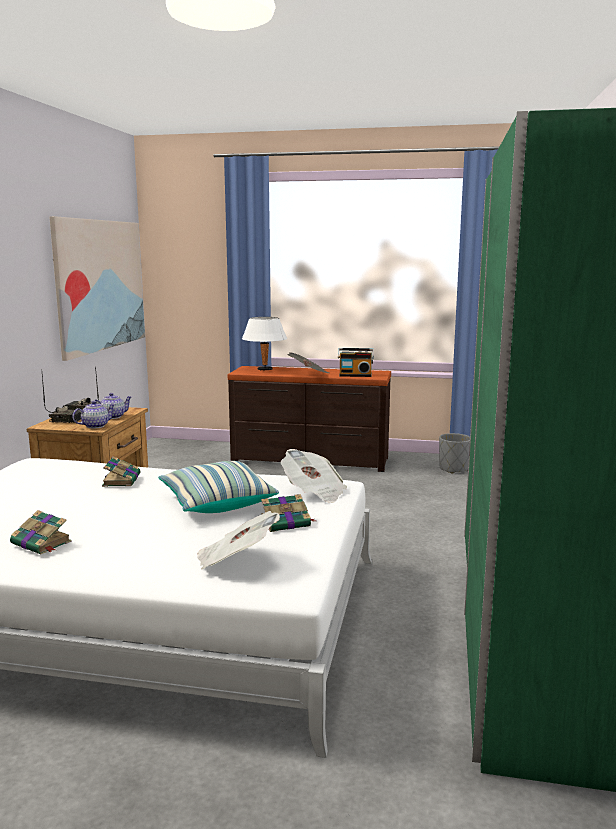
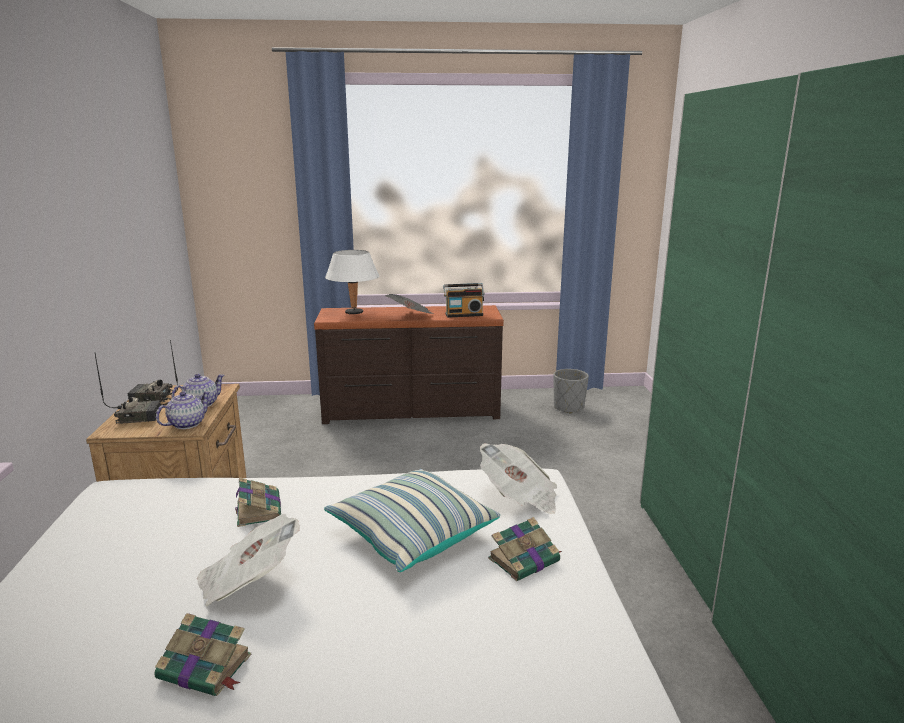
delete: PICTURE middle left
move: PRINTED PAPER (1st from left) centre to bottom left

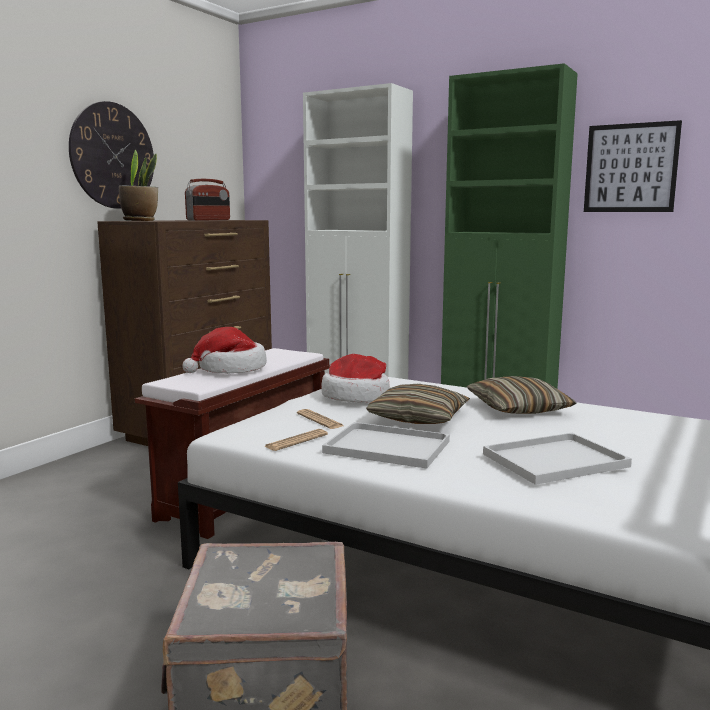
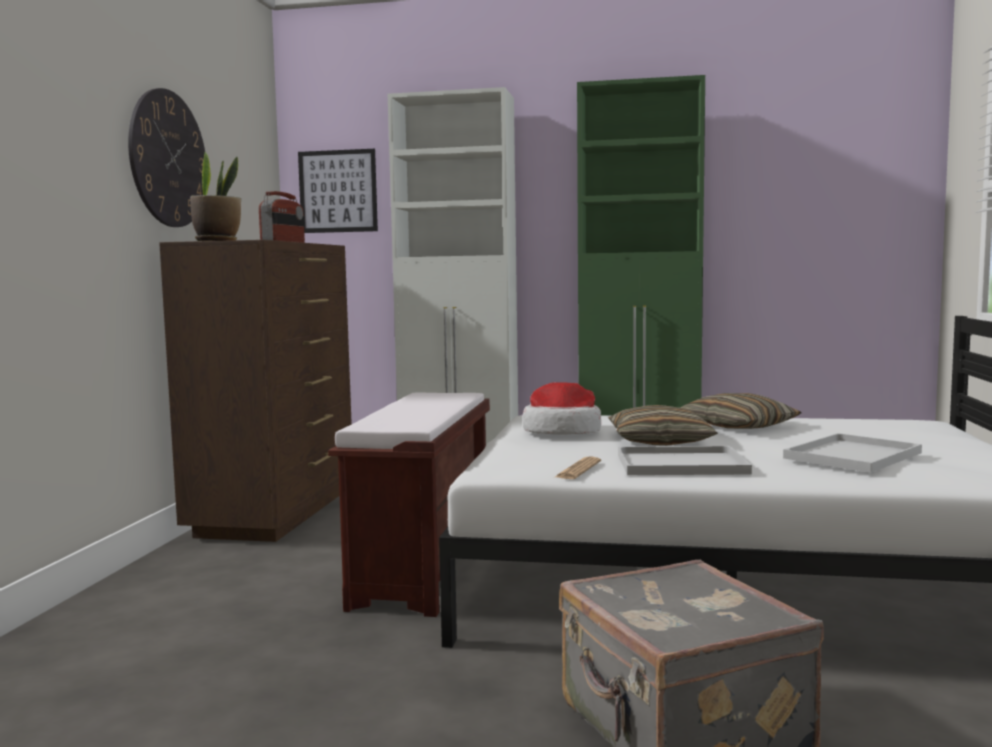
delete: HAT (1st from left) middle left; PRINTED PAPER (2nd from left) centre
move: PICTURE top right to top centre

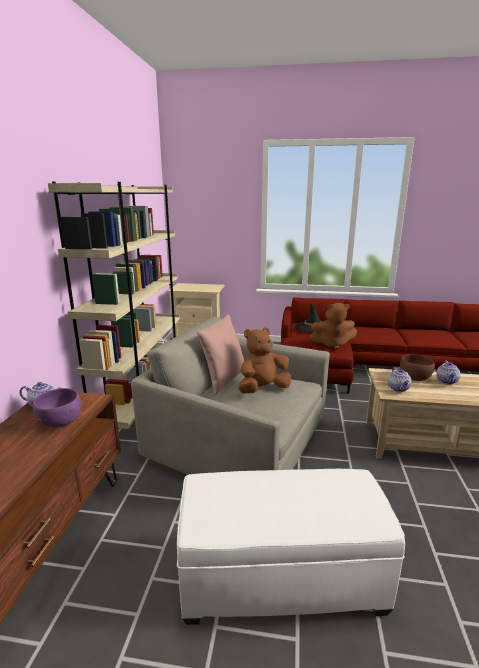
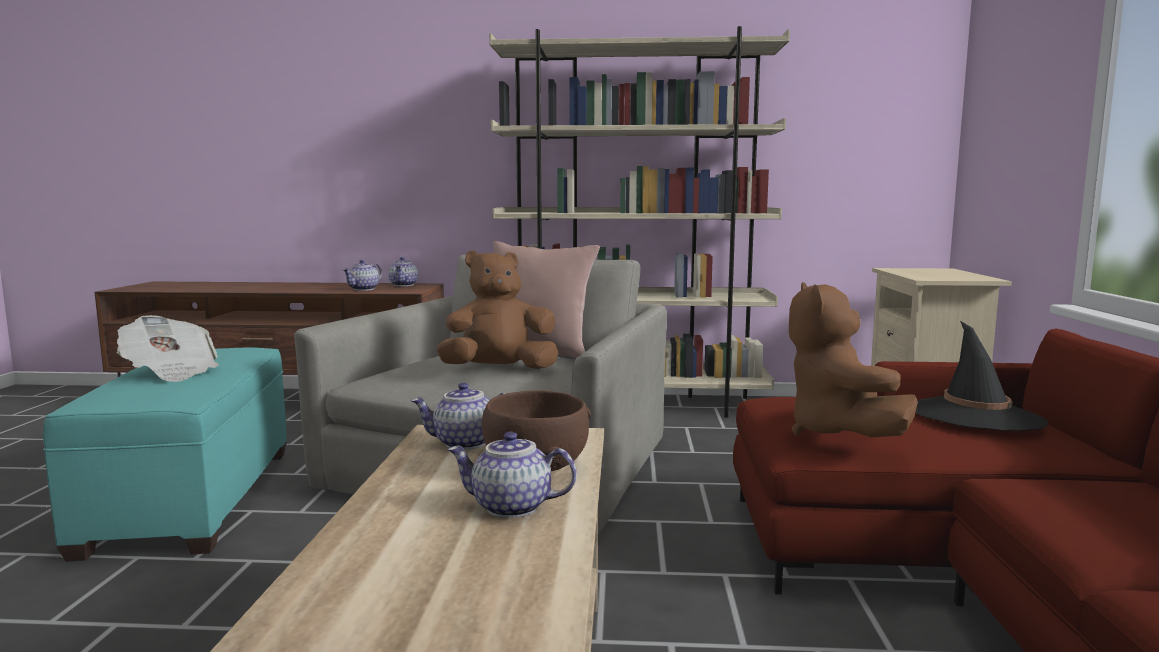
insert: PRINTED PAPER middle left
replace: PURPLISH BOWL middle left to TEA POT (1st from left) middle left
recolor: WHITE POUFFE bottom centre to BLUE-GREEN POUFFE bottom left
rotate: BROWN PLUSH TOY (1st from left) centre = centre 75 degrees counterclockwise

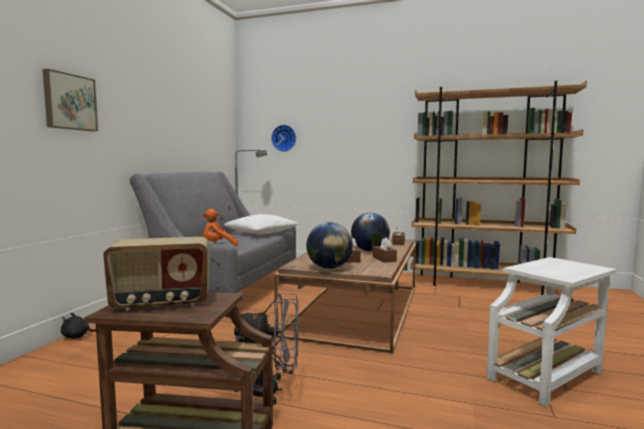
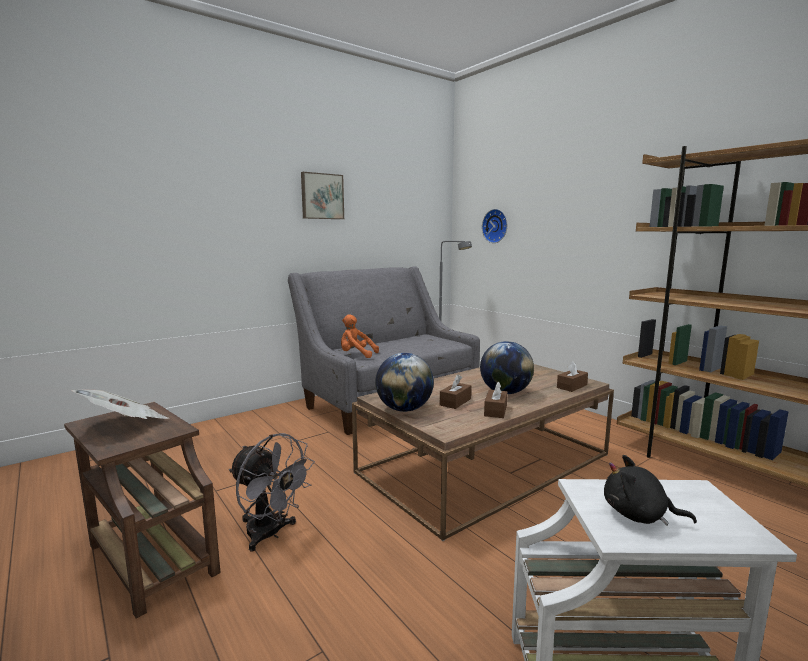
delete: WHITE CUSHION centre
move: PICTURE top left to top centre; BLACKISH PLUSH TOY bottom left to bottom right
replace: RADIO middle left to PRINTED PAPER middle left

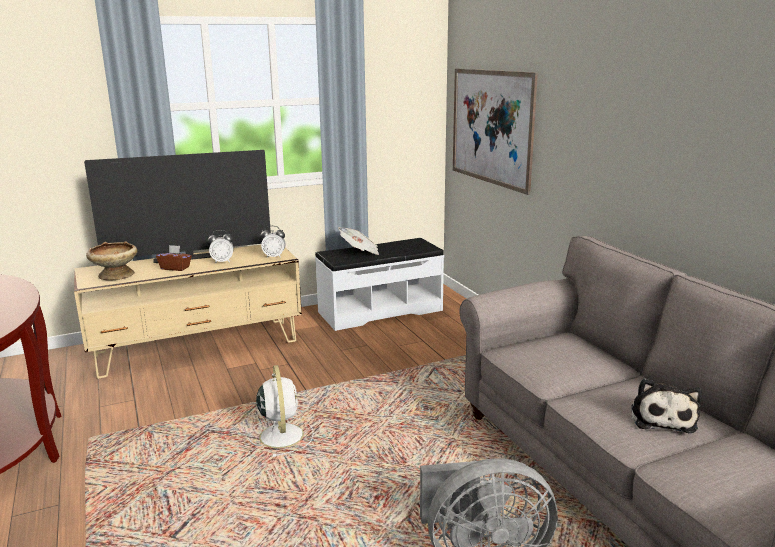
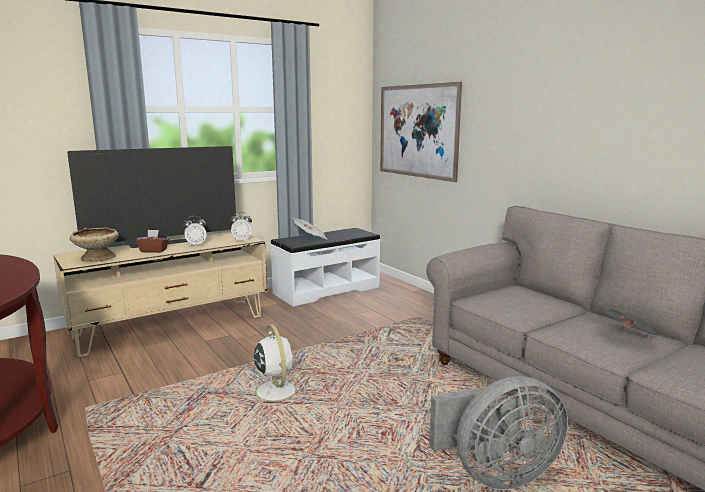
replace: PLUSH TOY bottom right to PRINTED PAPER (2nd from left) middle right

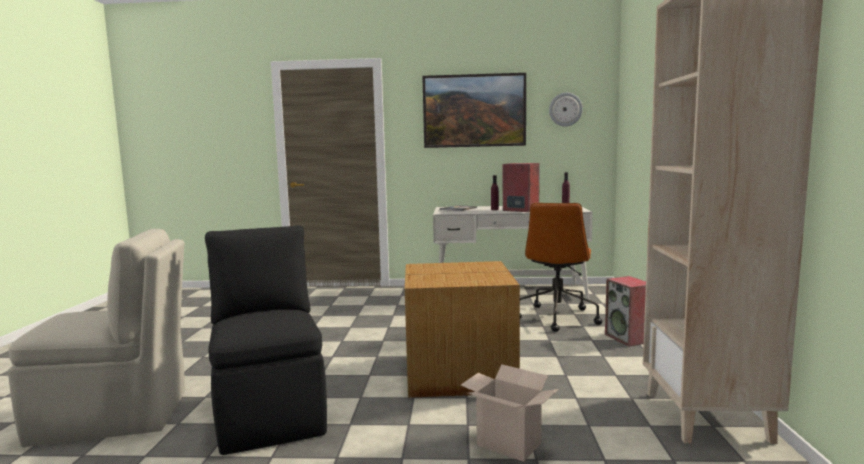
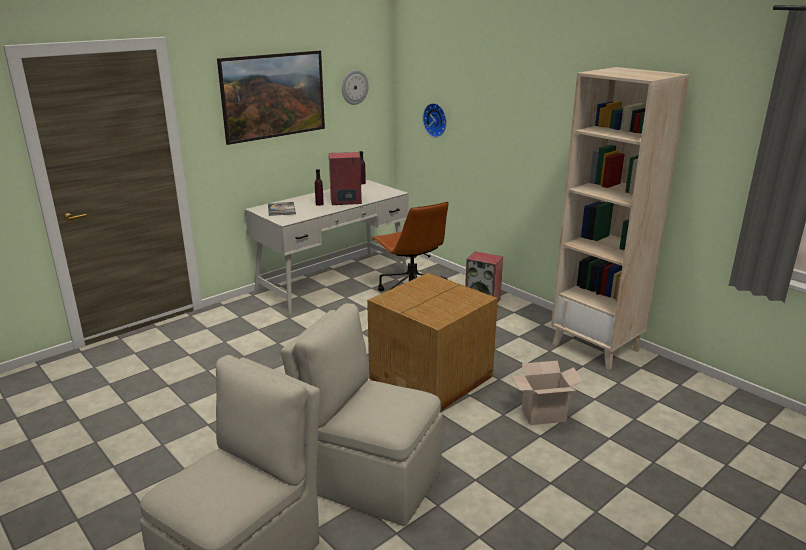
insert: HANGING CLOCK (2nd from left) top centre
recolor: BLACKISH PLAIN CHAIR bottom left to BEIGE-COLOURED PLAIN CHAIR (2nd from left) bottom centre

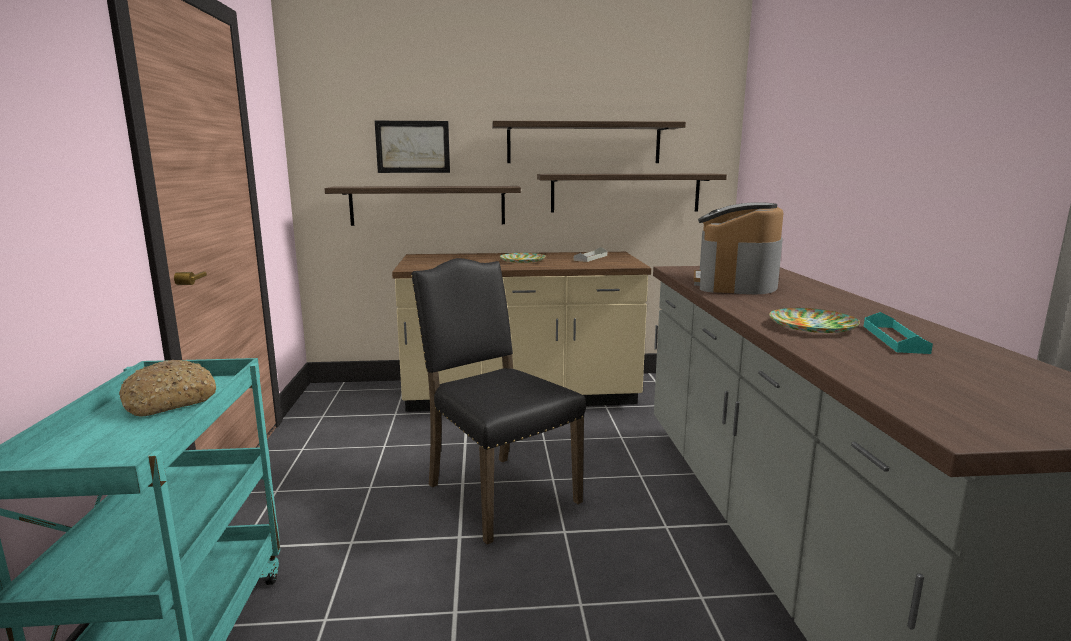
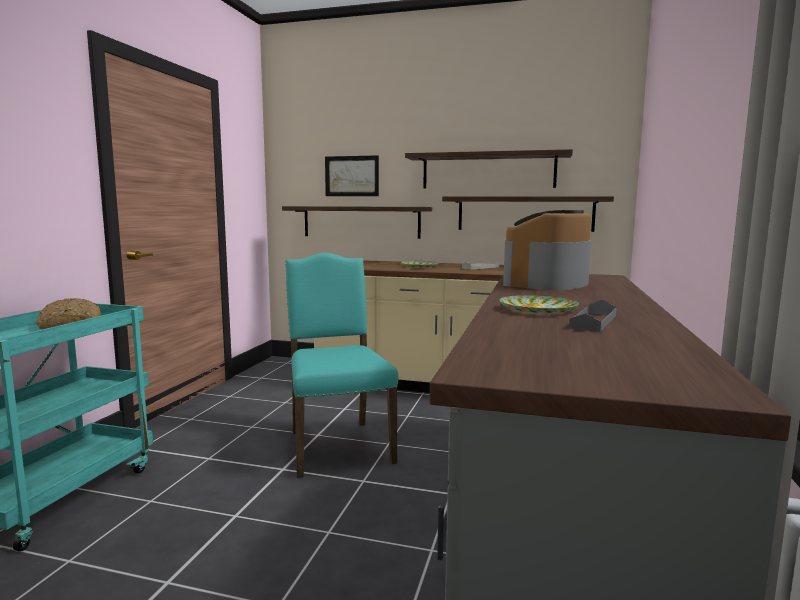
recolor: BLACKISH PLAIN CHAIR centre to BLUE-GREEN PLAIN CHAIR centre; BLUE-GREEN CARRYING TRAY middle right to GREY CARRYING TRAY (2nd from left) middle right

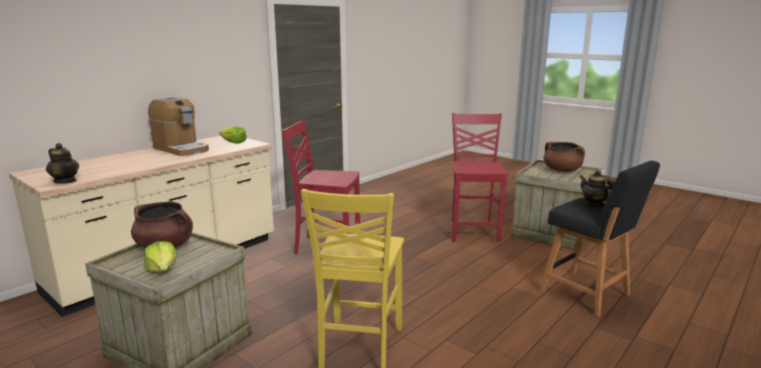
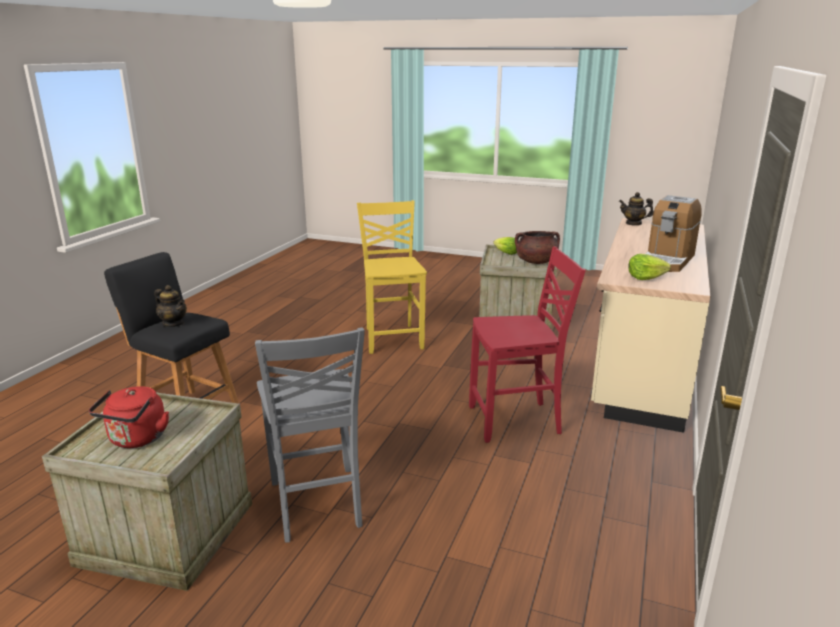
replace: BROWN STOCKPOT (2nd from left) middle right to REDDISH WATER KETTLE middle left
recolor: REDDISH PLAIN CHAIR (2nd from left) centre to GREY PLAIN CHAIR bottom centre
rotate: COFFEE BREWER middle left = middle right 75 degrees counterclockwise

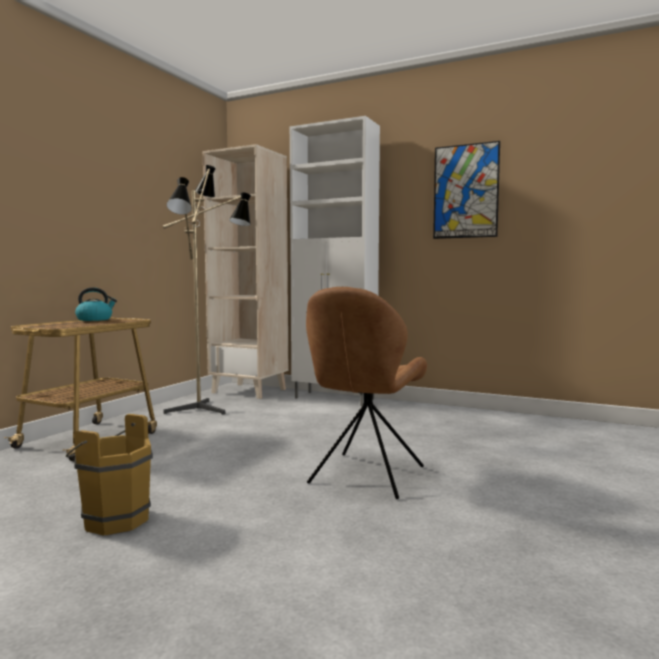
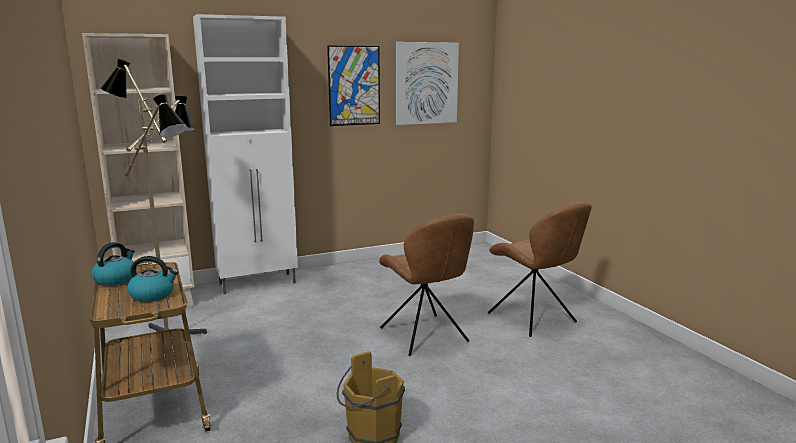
insert: WATER KETTLE (2nd from left) middle left; PICTURE (2nd from left) top centre; BROWN PLAIN CHAIR (2nd from left) middle right

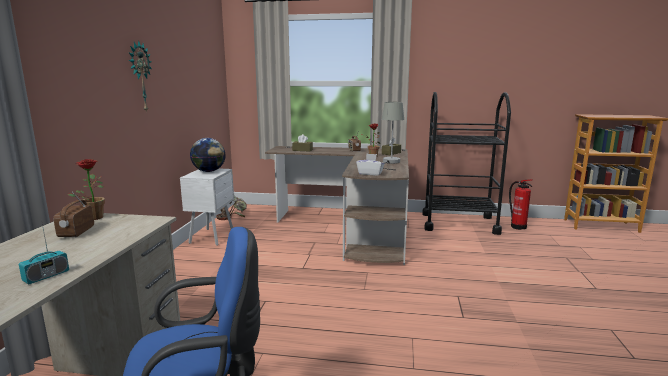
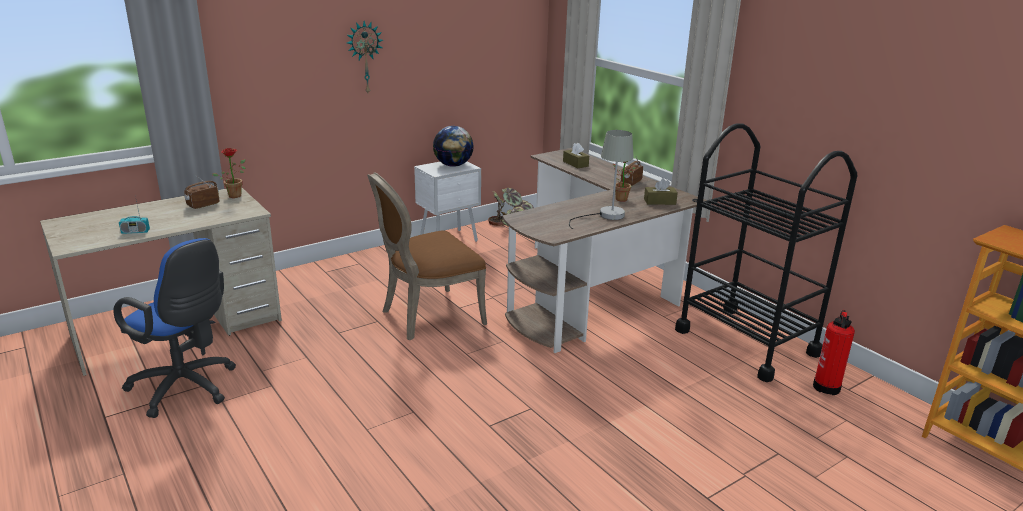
delete: WHITE TISSUE HOLDER centre
insert: BROWN PLAIN CHAIR centre

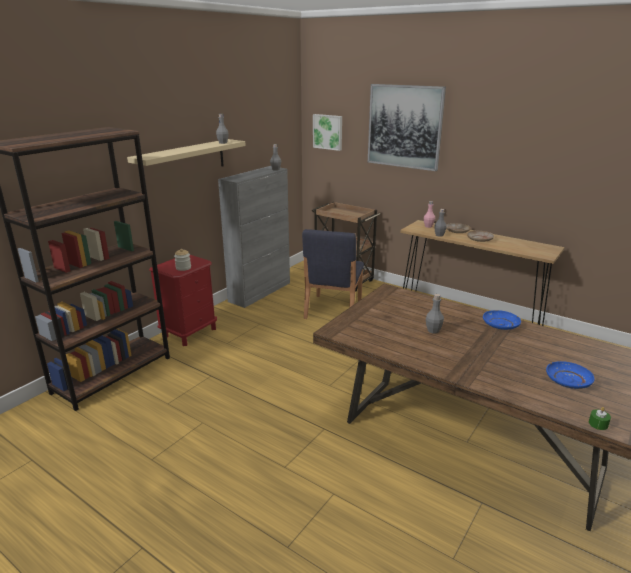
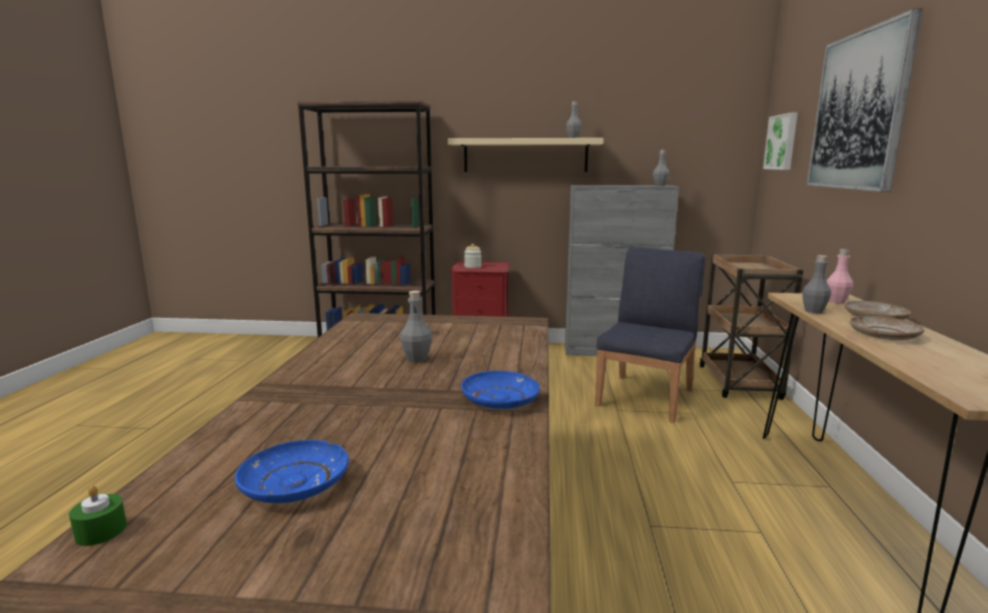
rotate: BLUISH PLAIN CHAIR centre = centre 135 degrees clockwise

